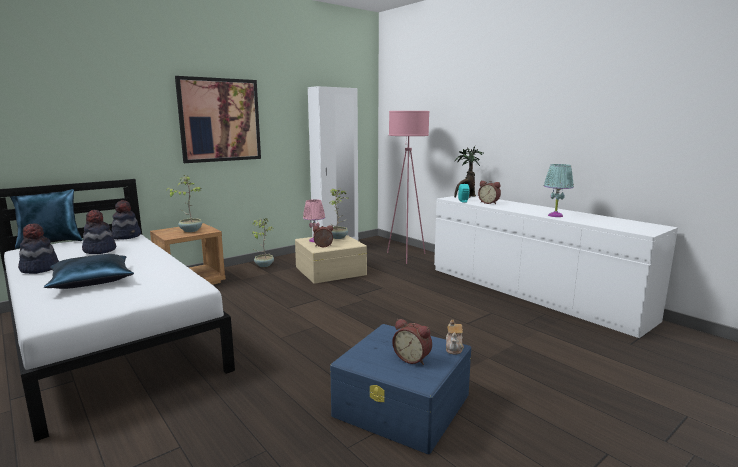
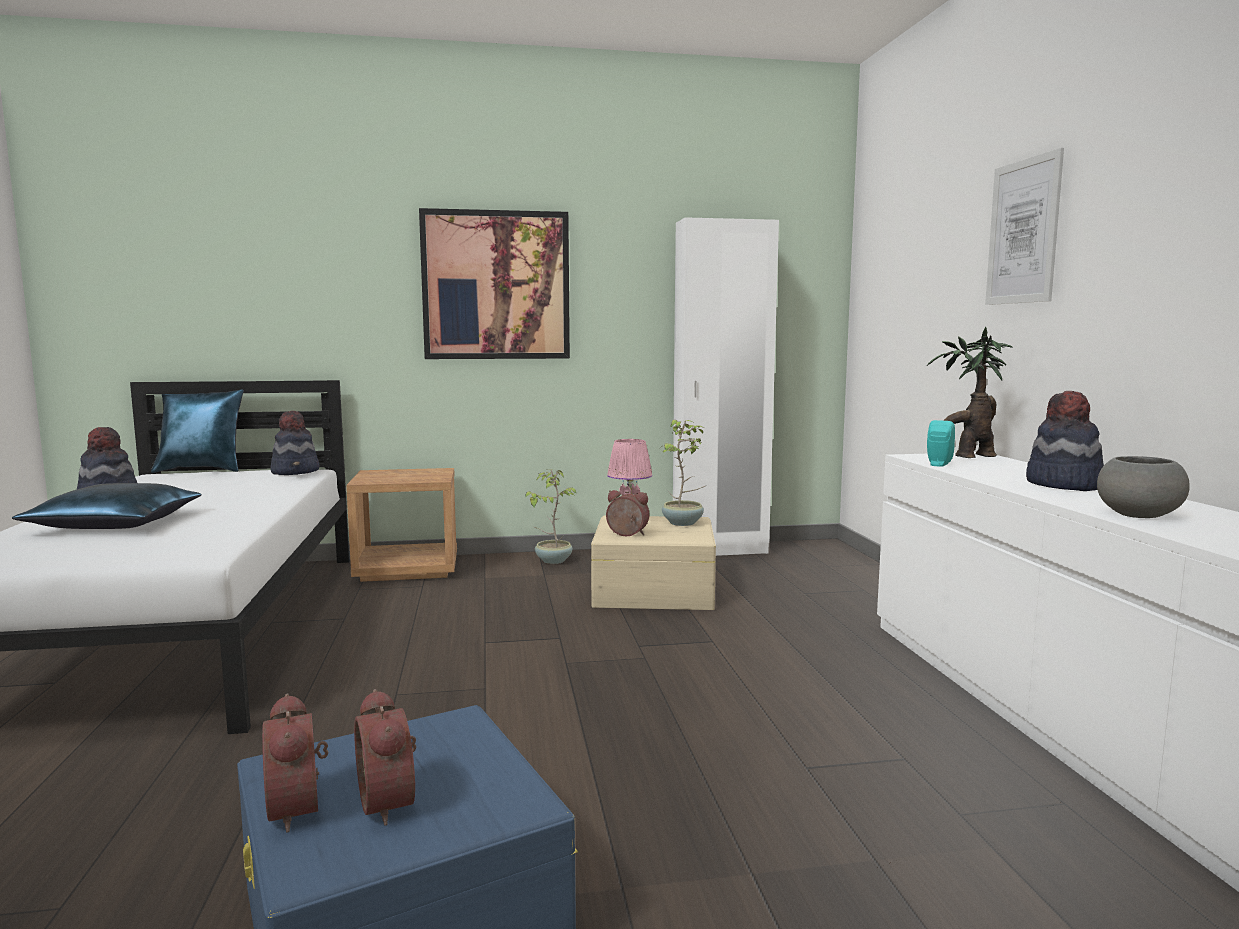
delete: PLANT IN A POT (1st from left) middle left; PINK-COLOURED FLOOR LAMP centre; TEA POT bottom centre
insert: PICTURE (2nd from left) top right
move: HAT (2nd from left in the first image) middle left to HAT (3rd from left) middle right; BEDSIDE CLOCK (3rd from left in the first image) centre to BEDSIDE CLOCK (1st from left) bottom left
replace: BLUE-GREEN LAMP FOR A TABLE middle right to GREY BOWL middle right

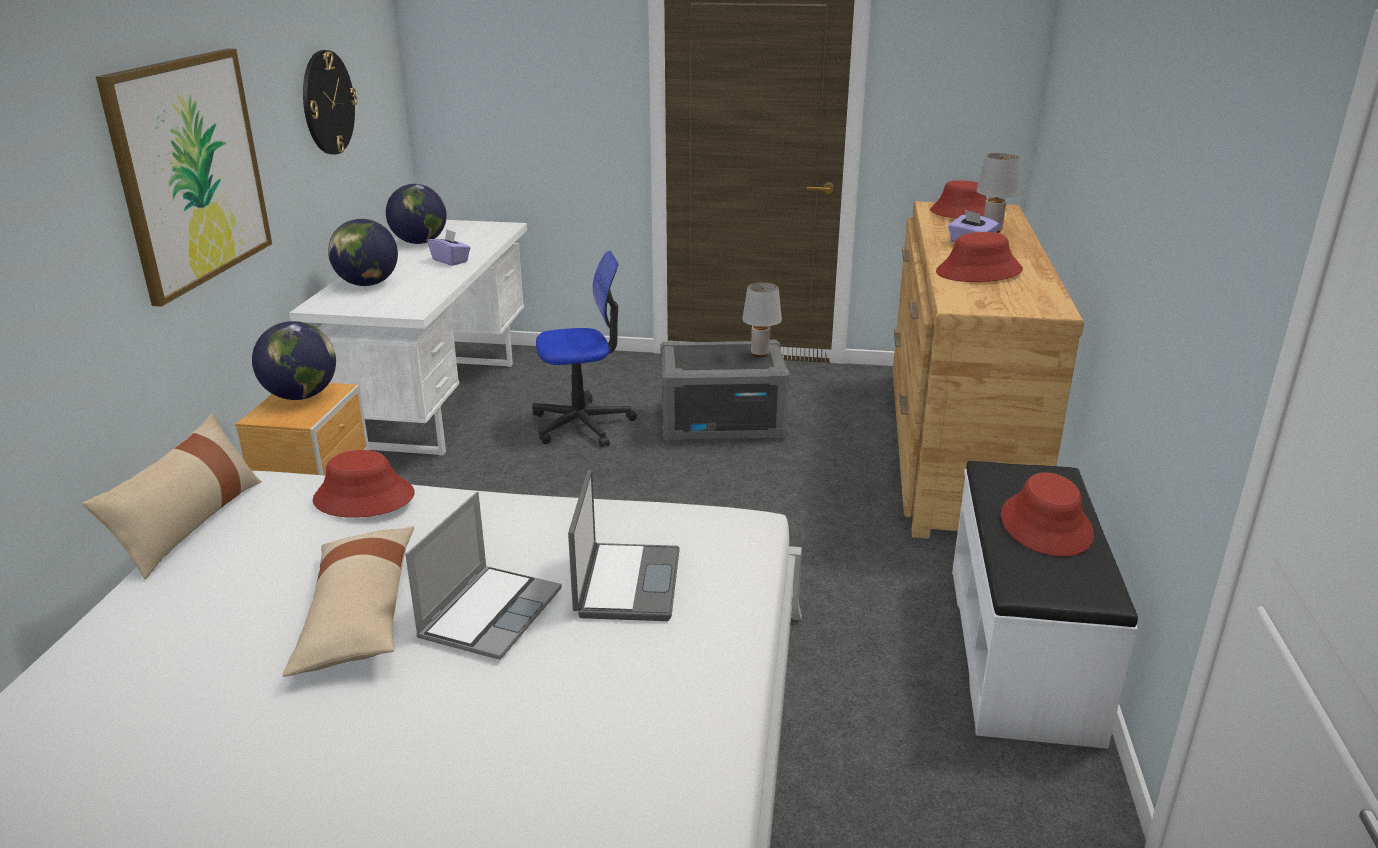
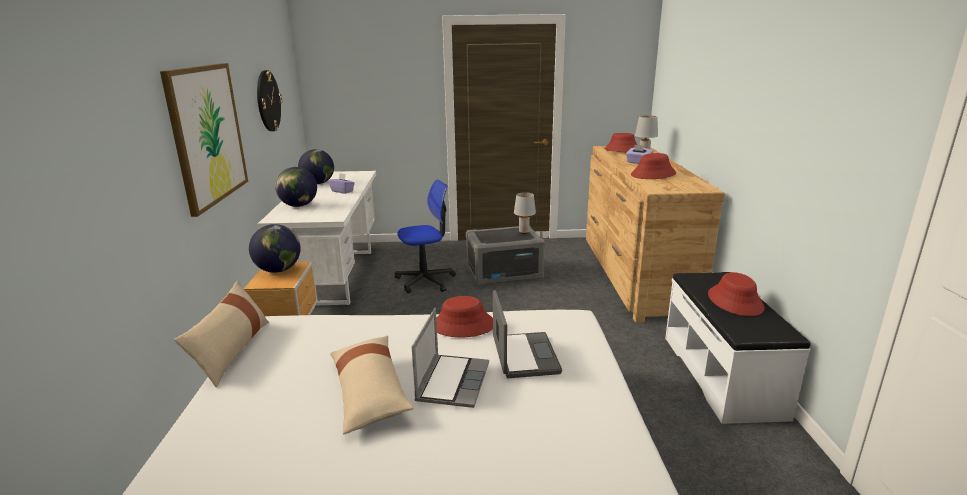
move: REDDISH HAT (1st from left) middle left to centre

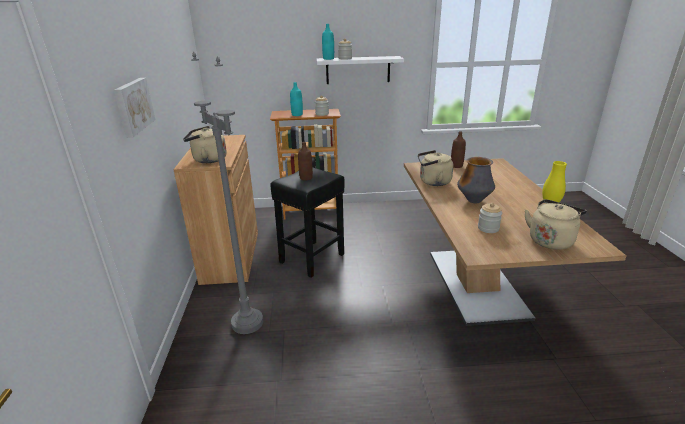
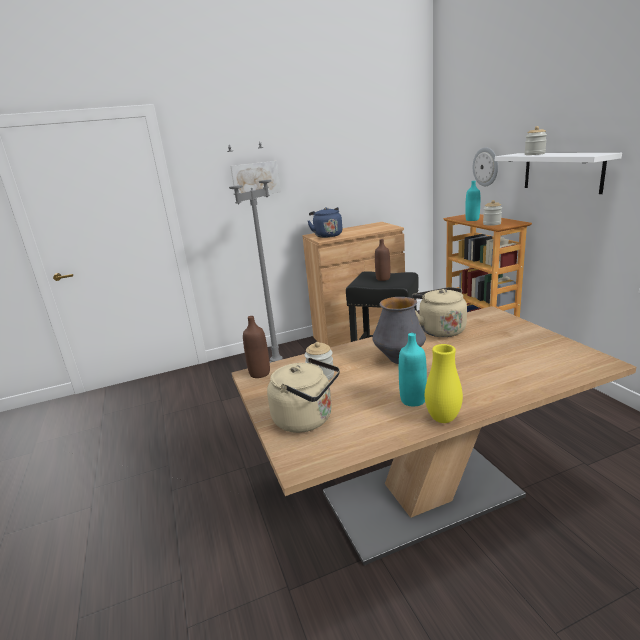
insert: HANGING CLOCK top right
move: BLUE-GREEN BOTTLE (2nd from left in the first image) top centre to BLUE-GREEN BOTTLE (1st from left) centre; BROWN BOTTLE (2nd from left in the first image) middle right to BROWN BOTTLE (1st from left) centre
recolor: BEIGE-COLOURED WATER KETTLE (1st from left) middle left to BLUISH WATER KETTLE centre

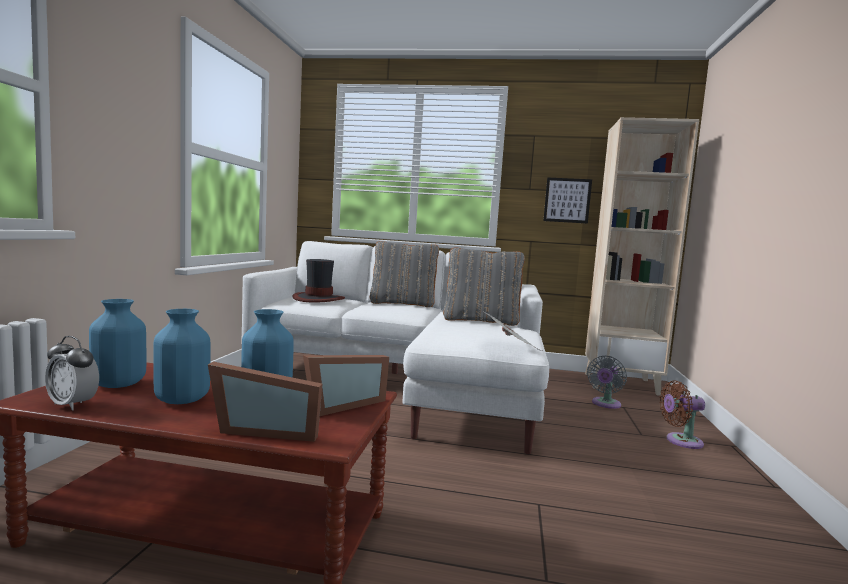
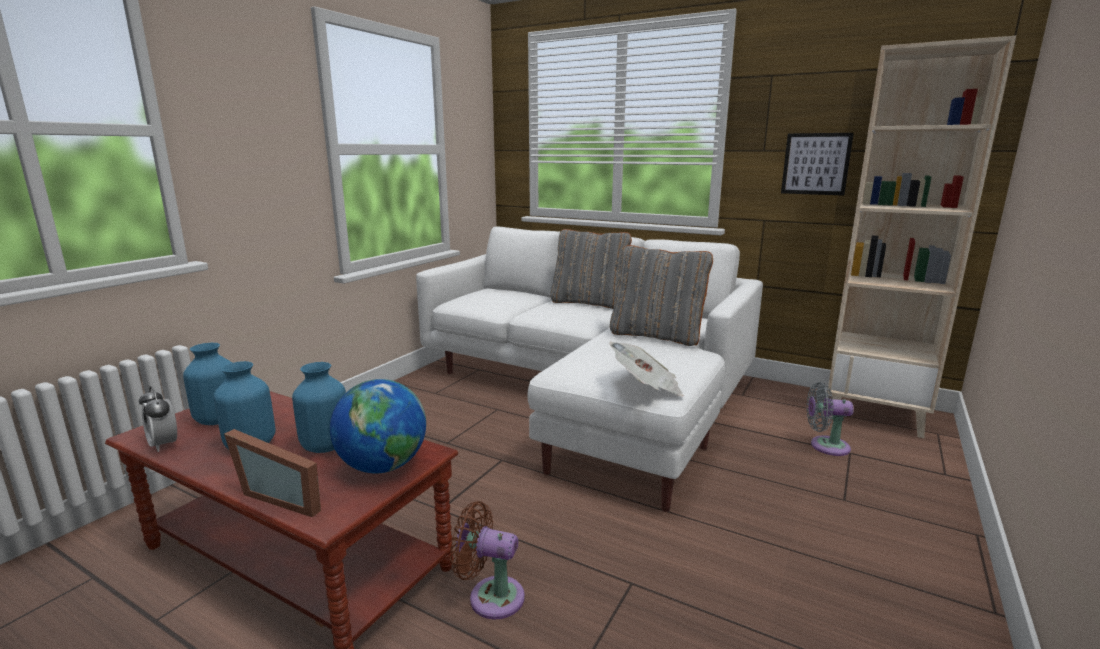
delete: HAT centre
move: BROWN COOLING FAN bottom right to bottom centre
replace: PHOTO FRAME (2nd from left) centre to GLOBE centre
rotate: GREY COOLING FAN middle right = middle right 45 degrees clockwise

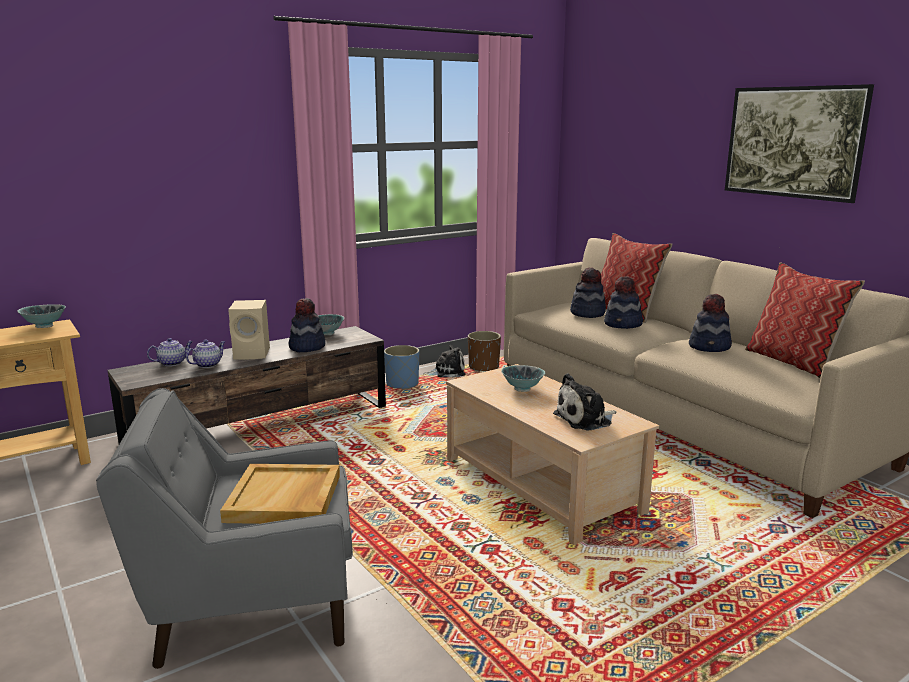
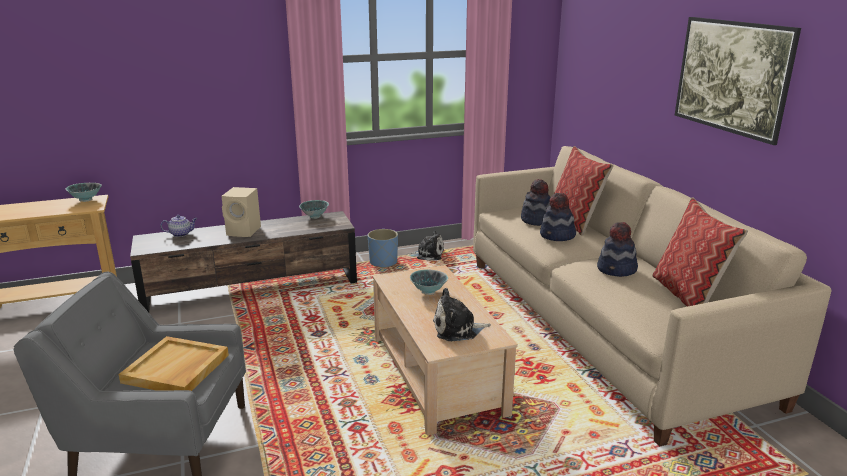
delete: TEA POT (2nd from left) middle left; HAT (1st from left) centre; BROWN FLOWER POT centre

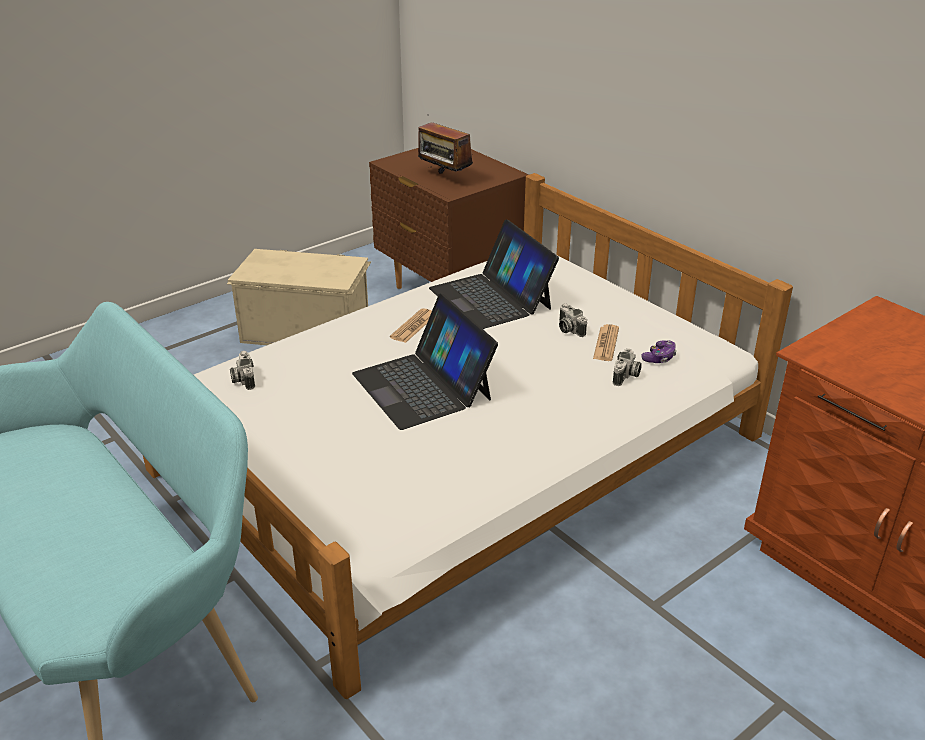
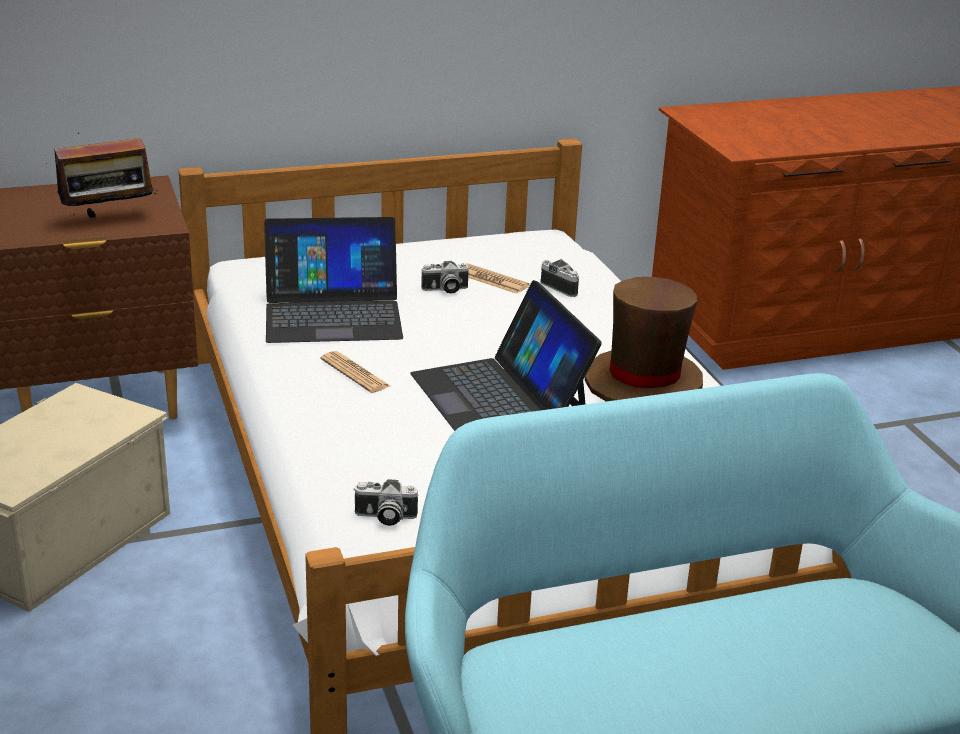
delete: GAMEPAD middle right
insert: BROWN HAT middle right
rotate: LAPTOP (1st from left in the first image) centre = centre 75 degrees clockwise

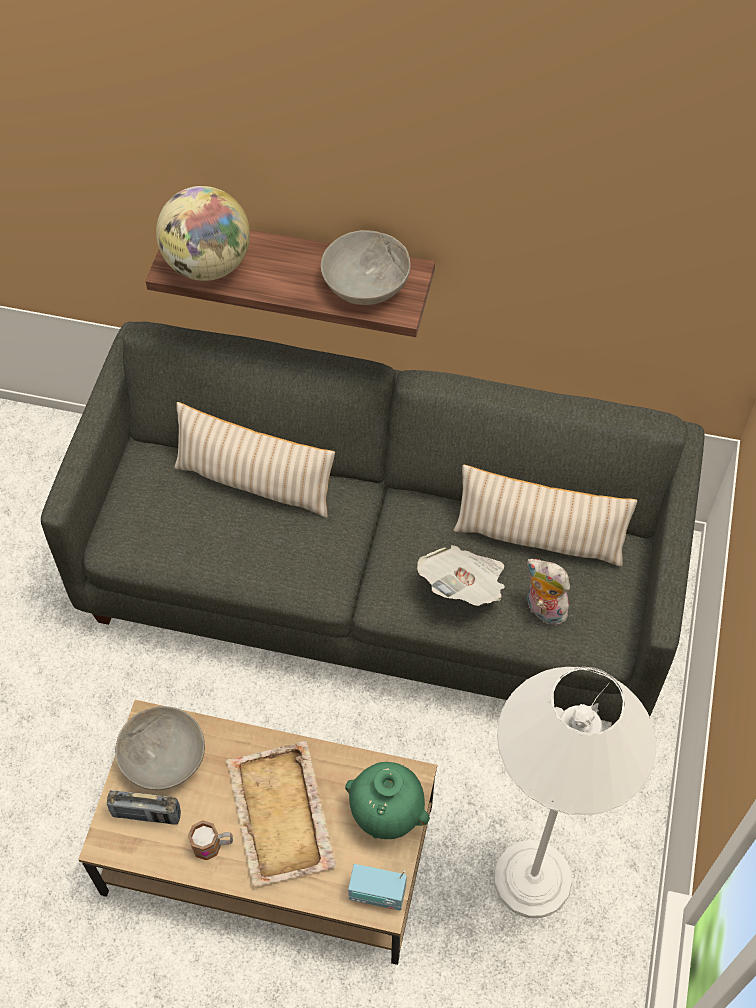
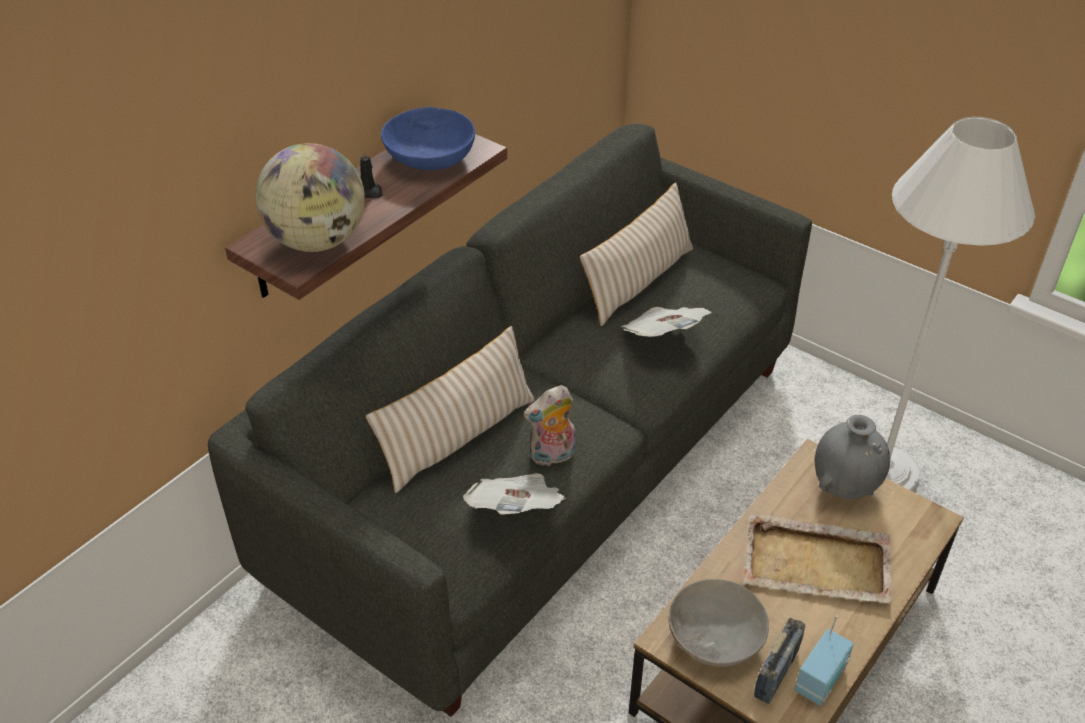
delete: MUG bottom left
insert: BLACKISH WAX CANDLE top centre; PRINTED PAPER (1st from left) bottom centre
move: RADIO (2nd from left) bottom centre to bottom right; PLUSH TOY middle right to centre
recolor: GREY BOWL (2nd from left) top centre to BLUISH BOWL top centre; GREEN FLOWER VASE bottom centre to GREY FLOWER VASE middle right

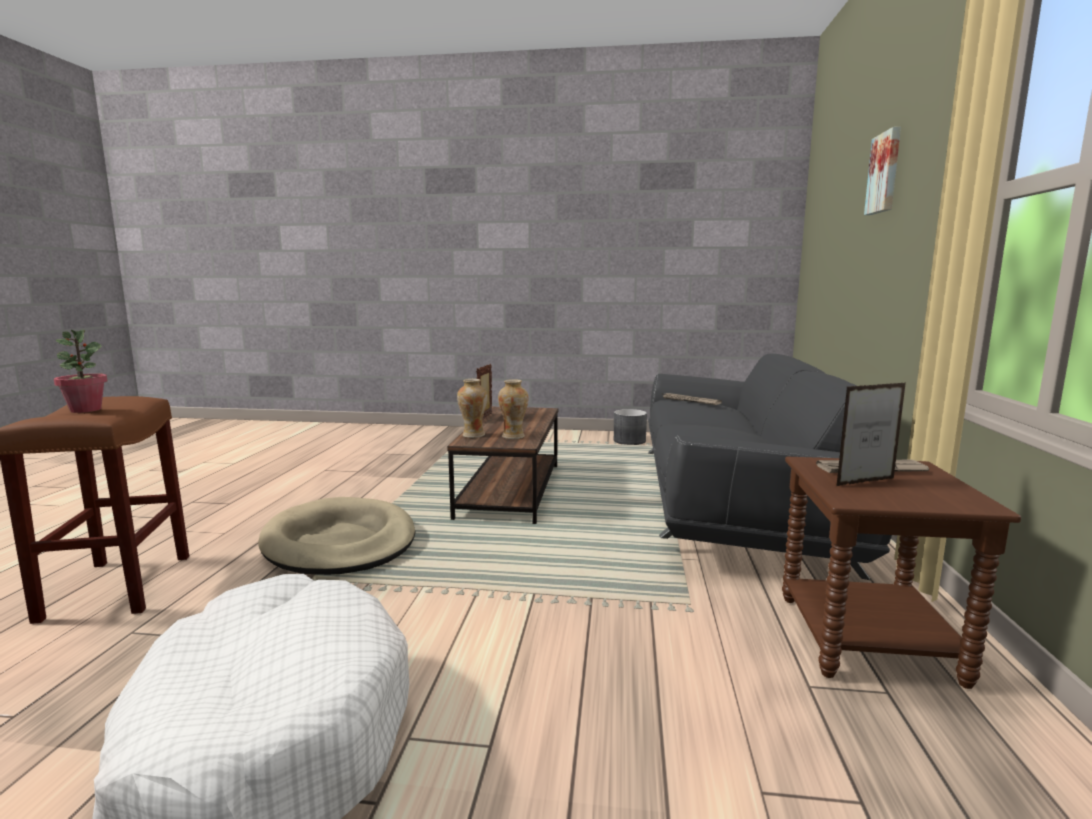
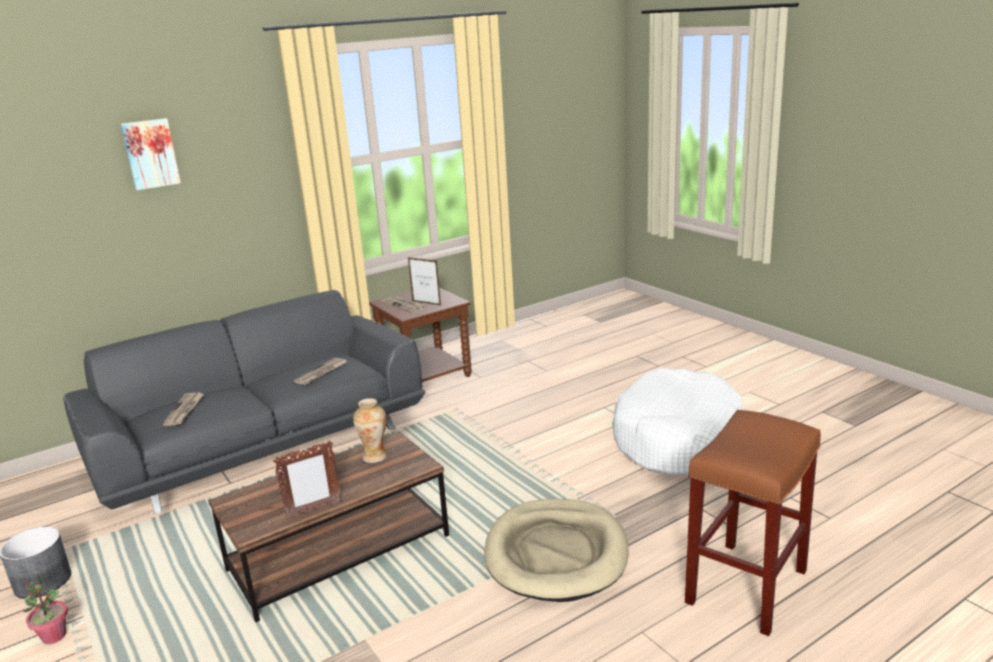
delete: FLOWER VASE (1st from left) centre
insert: PRINTED PAPER (2nd from left) middle left
move: PLANT IN A POT middle left to bottom left

